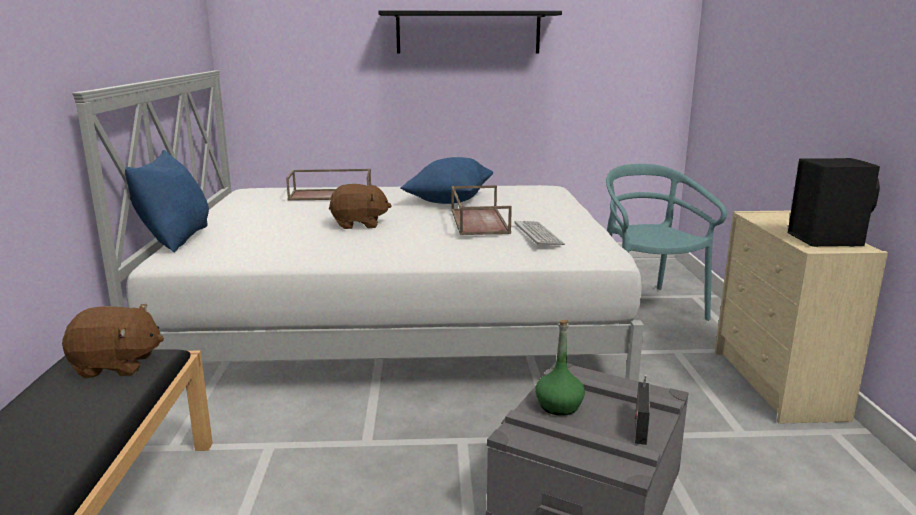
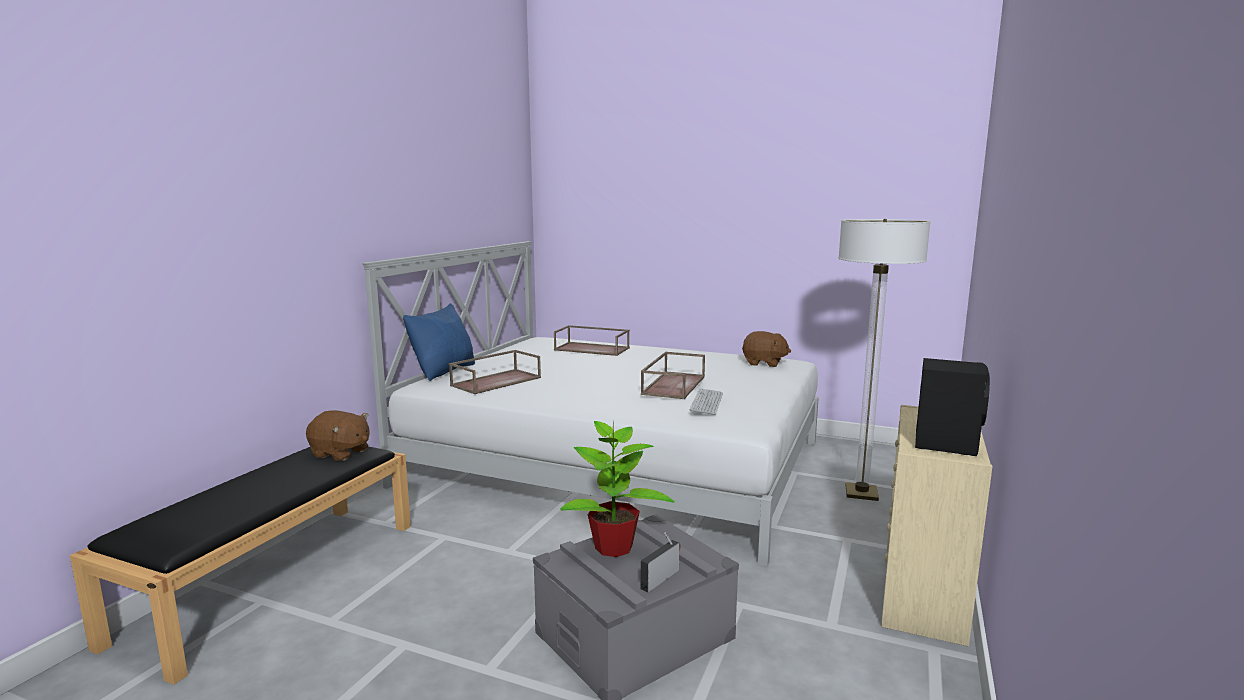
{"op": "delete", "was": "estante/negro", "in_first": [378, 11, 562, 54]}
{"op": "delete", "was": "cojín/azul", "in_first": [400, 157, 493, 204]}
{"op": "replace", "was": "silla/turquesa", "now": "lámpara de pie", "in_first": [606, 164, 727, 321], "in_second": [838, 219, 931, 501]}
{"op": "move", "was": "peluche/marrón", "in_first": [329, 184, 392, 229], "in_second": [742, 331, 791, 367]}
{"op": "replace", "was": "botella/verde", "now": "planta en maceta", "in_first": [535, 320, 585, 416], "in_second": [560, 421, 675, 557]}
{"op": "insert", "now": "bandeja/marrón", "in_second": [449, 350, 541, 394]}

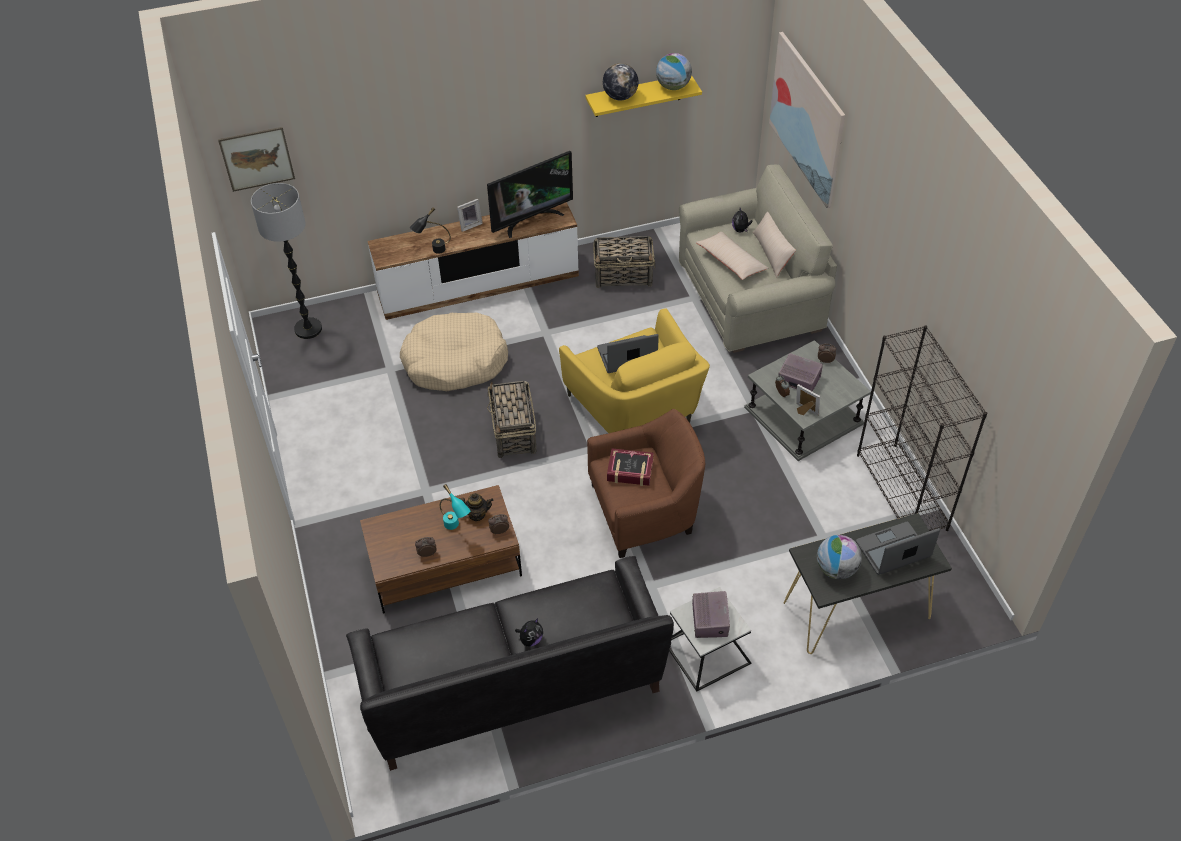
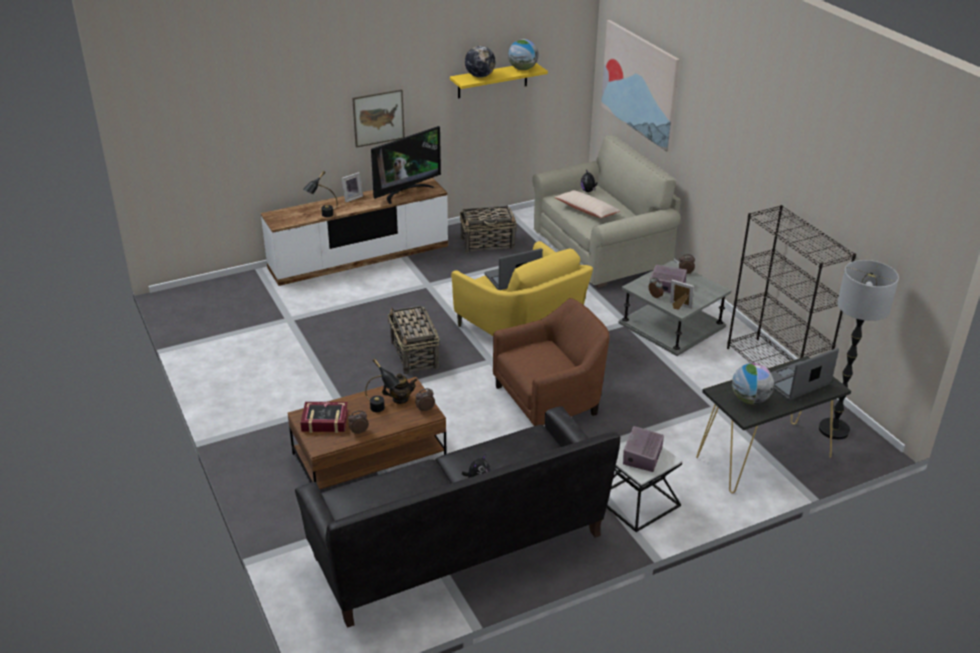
{"op": "move", "was": "cuadro", "in_first": [218, 127, 295, 192], "in_second": [352, 89, 405, 148]}
{"op": "move", "was": "lámpara de pie", "in_first": [251, 183, 322, 339], "in_second": [819, 260, 899, 440]}
{"op": "delete", "was": "cojín/beis", "in_first": [753, 212, 796, 278]}
{"op": "delete", "was": "cama para perro/beis", "in_first": [400, 313, 508, 391]}
{"op": "move", "was": "libro", "in_first": [607, 448, 654, 486], "in_second": [301, 402, 348, 433]}
{"op": "recolor", "was": "lámpara de mesa/turquesa", "now": "lámpara de mesa/negro", "in_first": [440, 484, 470, 530], "in_second": [365, 358, 400, 412]}
{"op": "rotate", "was": "radio", "in_first": [692, 591, 730, 638], "in_second": [623, 426, 664, 472], "clockwise": -150}

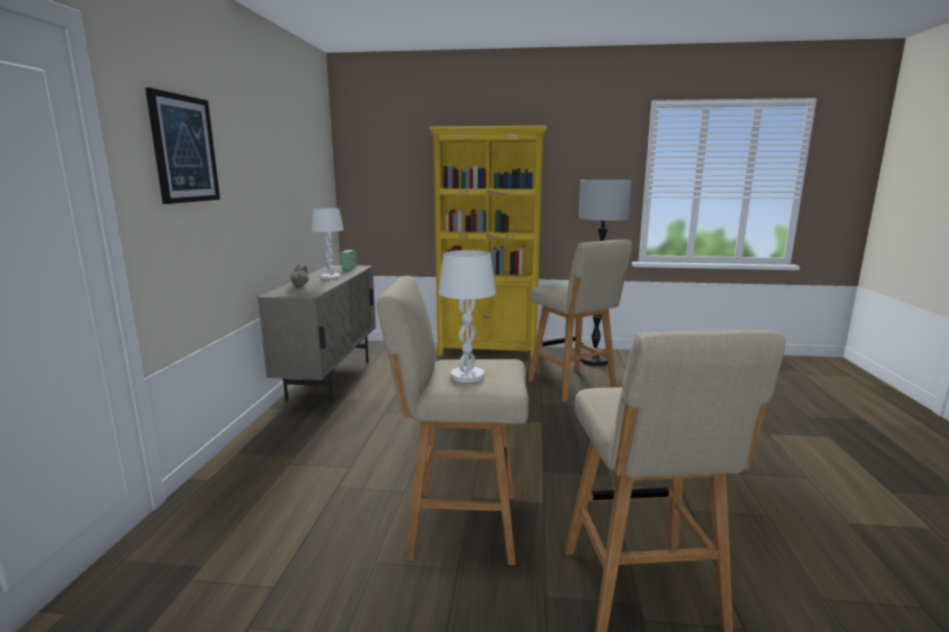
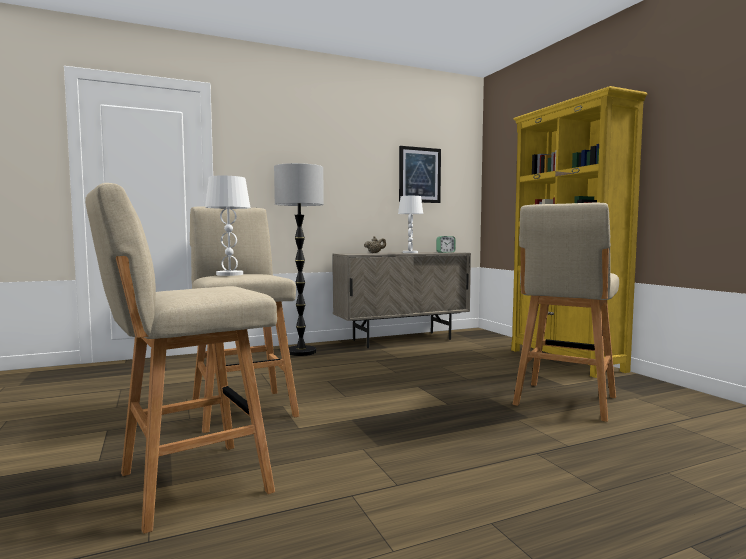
{"op": "move", "was": "cuadro", "in_first": [145, 88, 220, 204], "in_second": [399, 146, 441, 203]}
{"op": "move", "was": "lámpara de pie", "in_first": [579, 180, 632, 366], "in_second": [274, 163, 324, 356]}

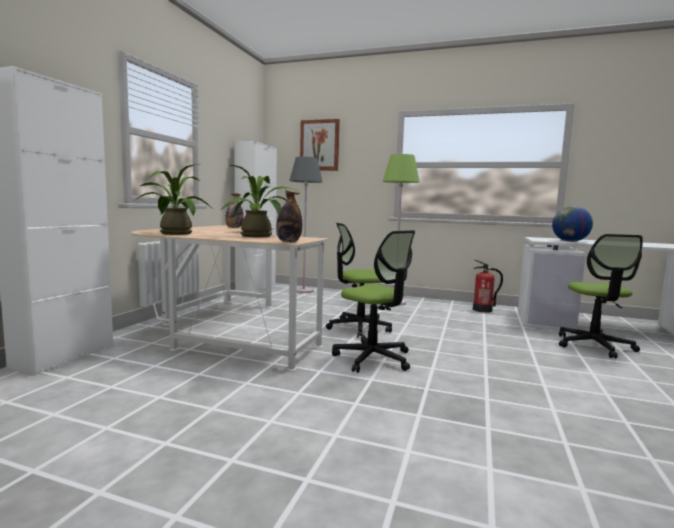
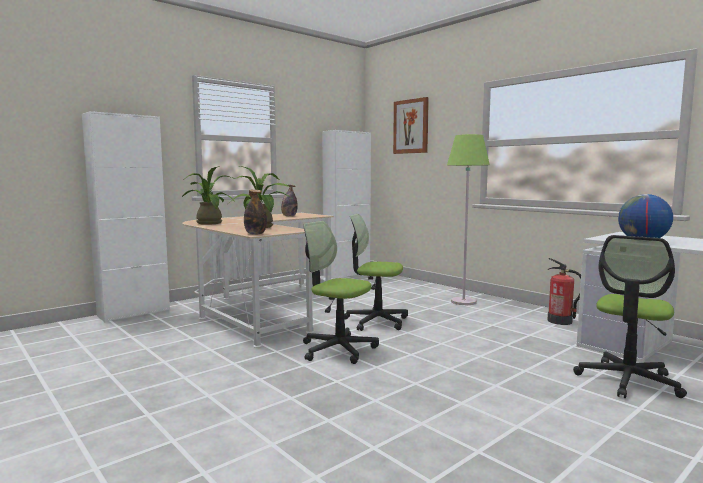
{"op": "delete", "was": "lámpara de pie/gris", "in_first": [289, 157, 322, 293]}
{"op": "rotate", "was": "silla de oficina", "in_first": [332, 230, 415, 373], "in_second": [303, 221, 379, 364], "clockwise": 135}

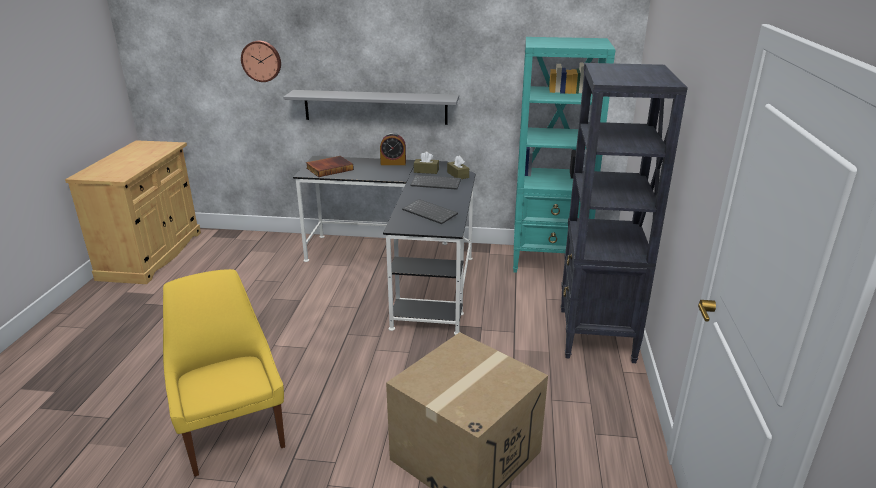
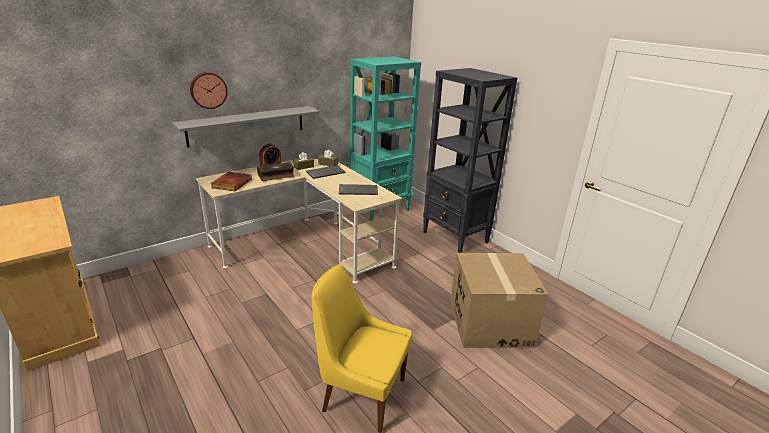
{"op": "move", "was": "reloj de pared", "in_first": [241, 41, 281, 82], "in_second": [190, 72, 228, 109]}
{"op": "recolor", "was": "escritorio/negro", "now": "escritorio/beis", "in_first": [293, 156, 476, 335], "in_second": [196, 159, 402, 284]}
{"op": "insert", "now": "libro", "in_second": [257, 162, 295, 181]}

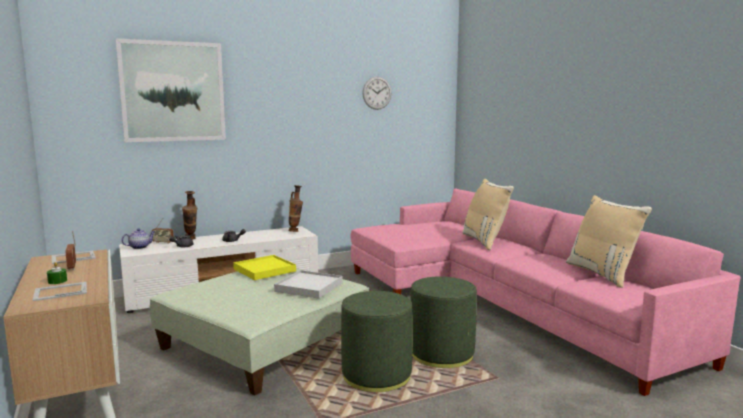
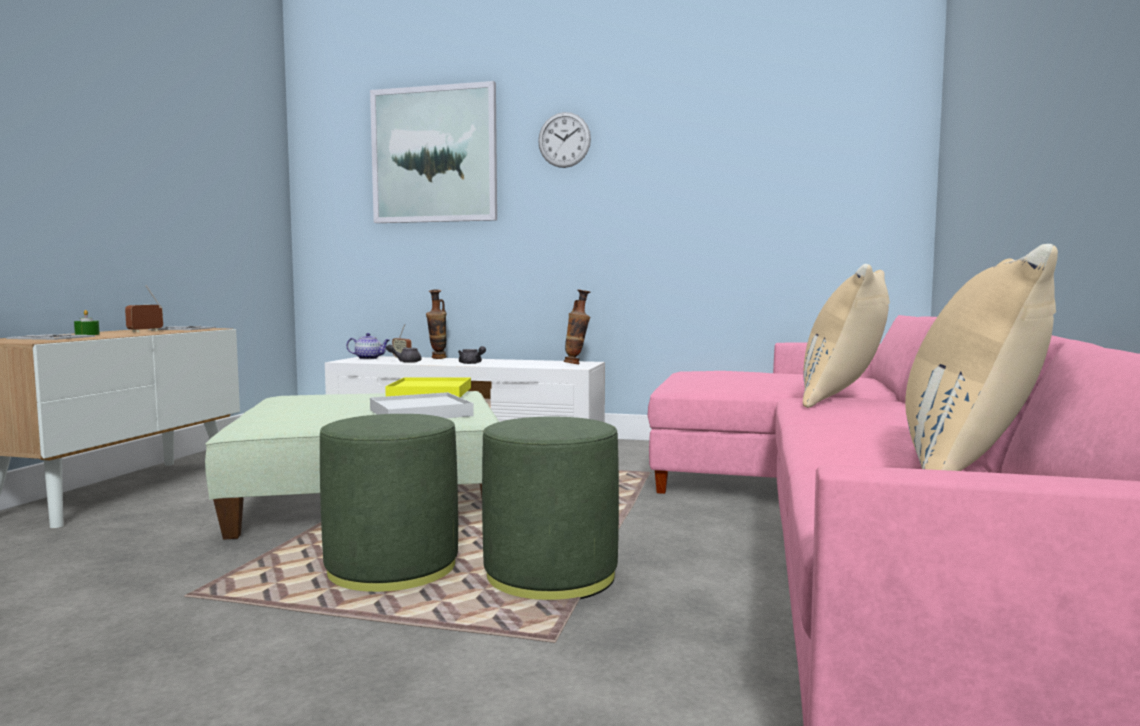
{"op": "move", "was": "reloj de pared", "in_first": [363, 77, 392, 110], "in_second": [538, 112, 591, 168]}

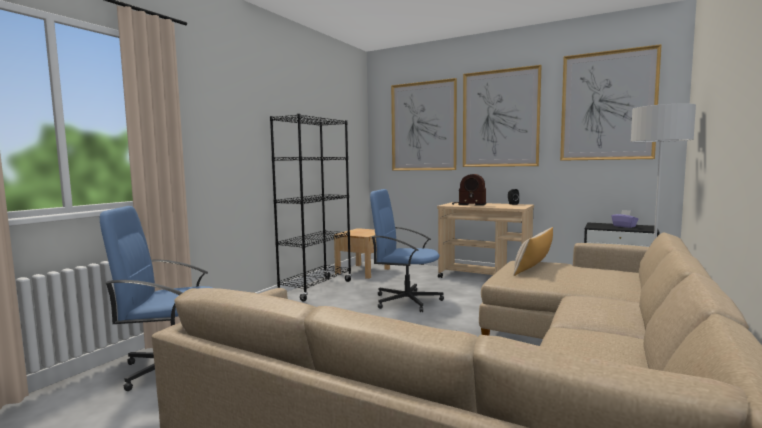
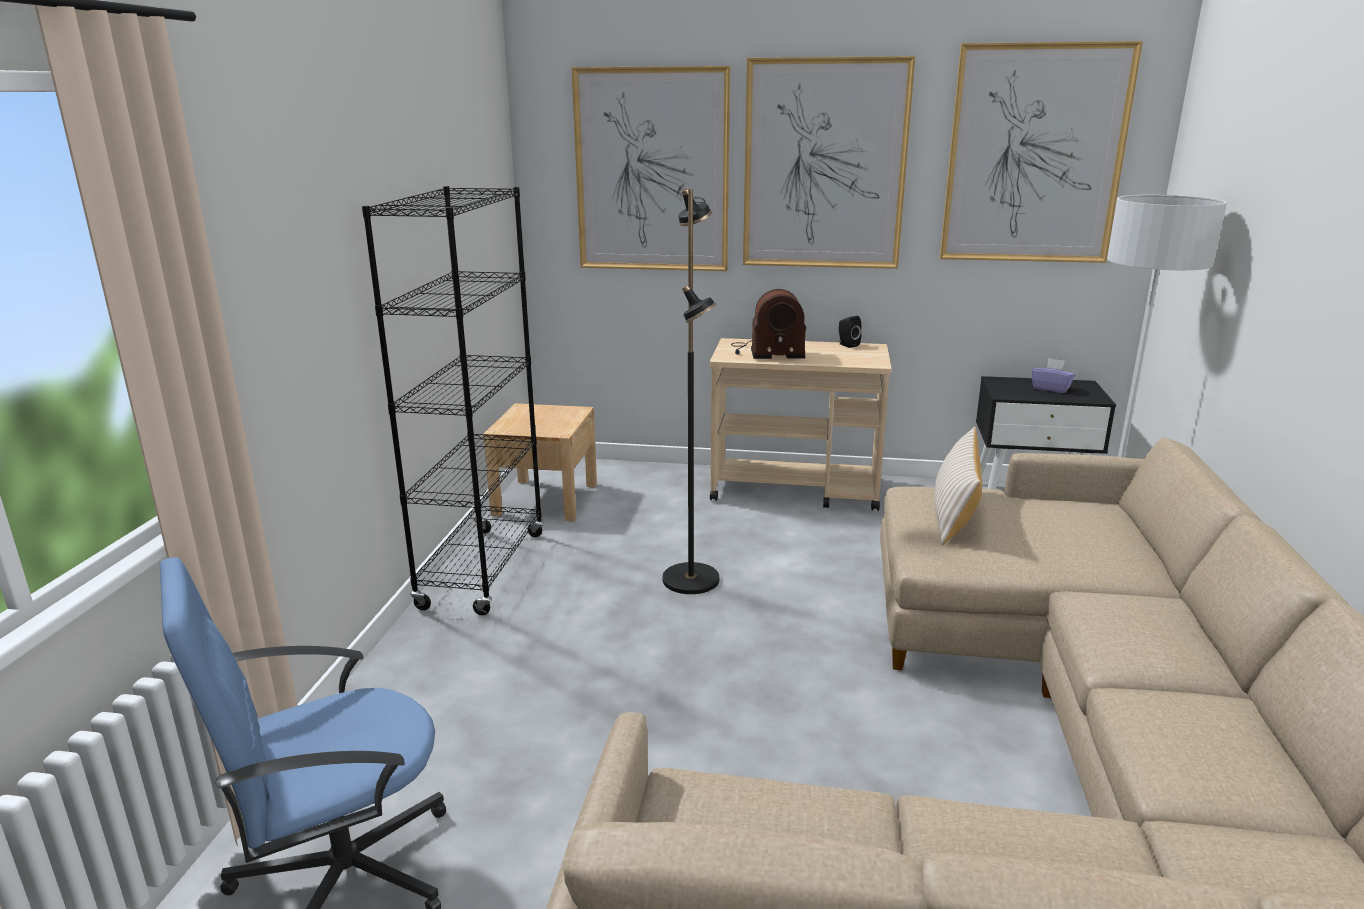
{"op": "replace", "was": "silla de oficina/azul", "now": "lámpara de pie/negro", "in_first": [370, 189, 444, 312], "in_second": [663, 188, 719, 594]}

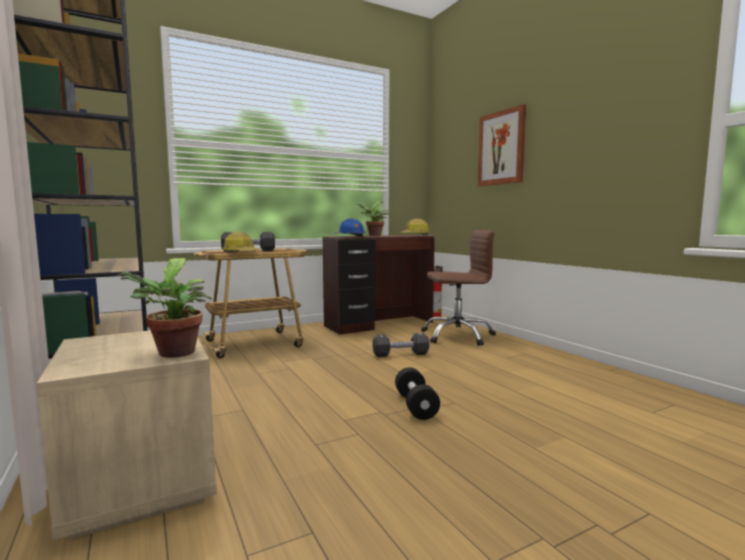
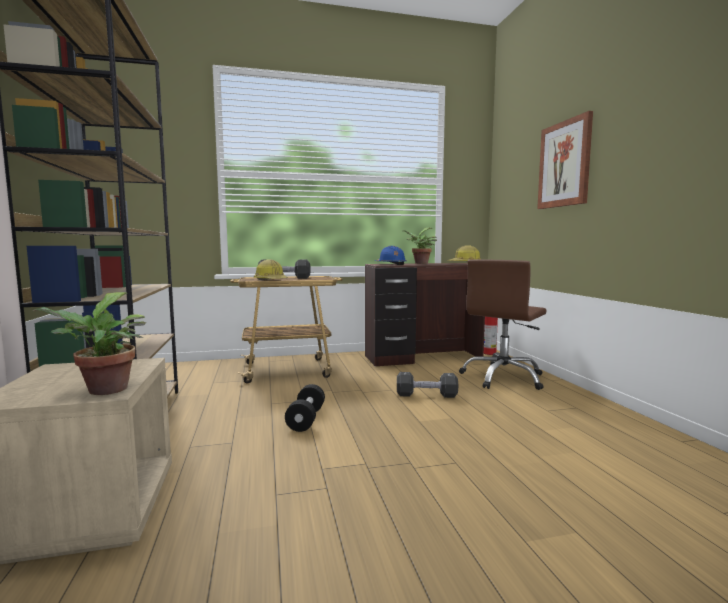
{"op": "rotate", "was": "silla de oficina/marrón", "in_first": [421, 230, 496, 346], "in_second": [459, 259, 547, 390], "clockwise": 120}
{"op": "move", "was": "mancuerna/negro", "in_first": [395, 367, 440, 420], "in_second": [285, 384, 325, 432]}

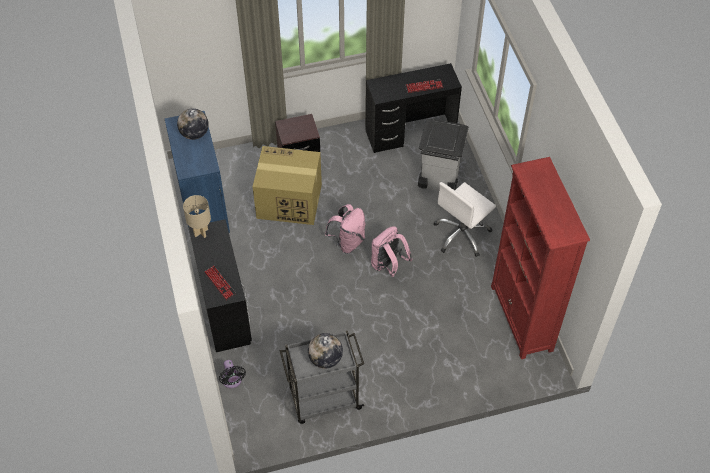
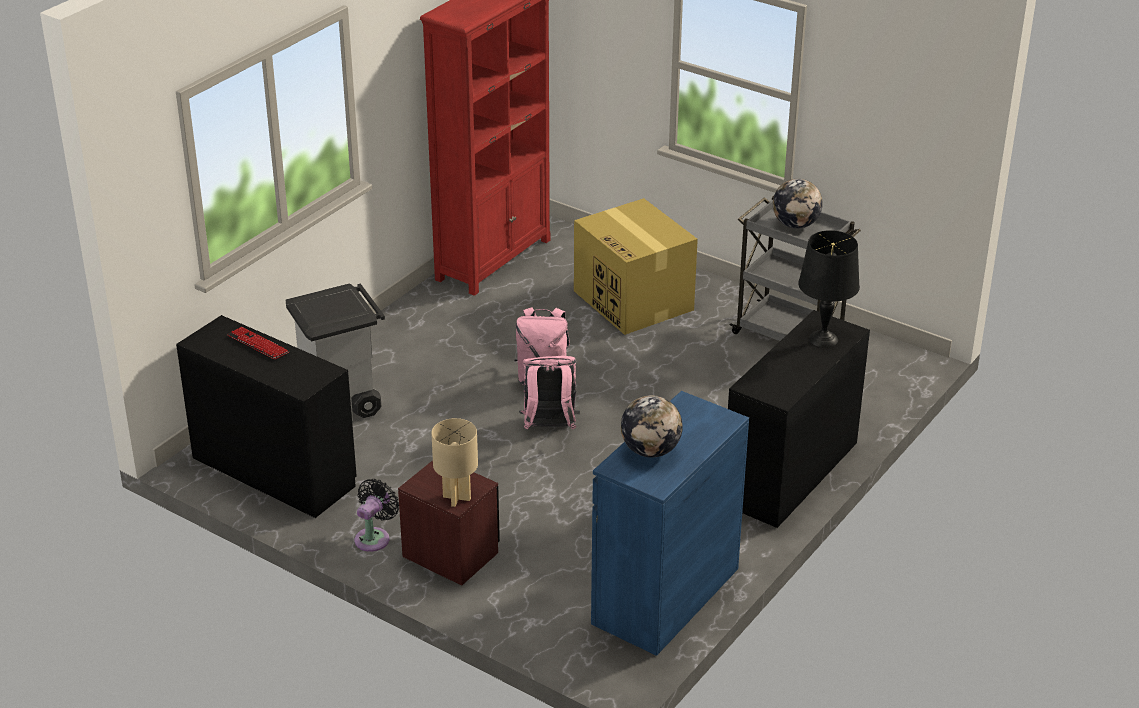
{"op": "move", "was": "caja de cartón", "in_first": [253, 146, 322, 225], "in_second": [574, 198, 698, 335]}
{"op": "delete", "was": "silla de oficina/blanco", "in_first": [434, 182, 496, 257]}
{"op": "move", "was": "lámpara de mesa/beis", "in_first": [183, 195, 211, 238], "in_second": [431, 418, 478, 507]}
{"op": "replace", "was": "teclado", "now": "lámpara de mesa/negro", "in_first": [204, 266, 236, 300], "in_second": [798, 230, 860, 348]}
{"op": "move", "was": "ventilador/negro", "in_first": [219, 360, 246, 388], "in_second": [355, 479, 399, 552]}

